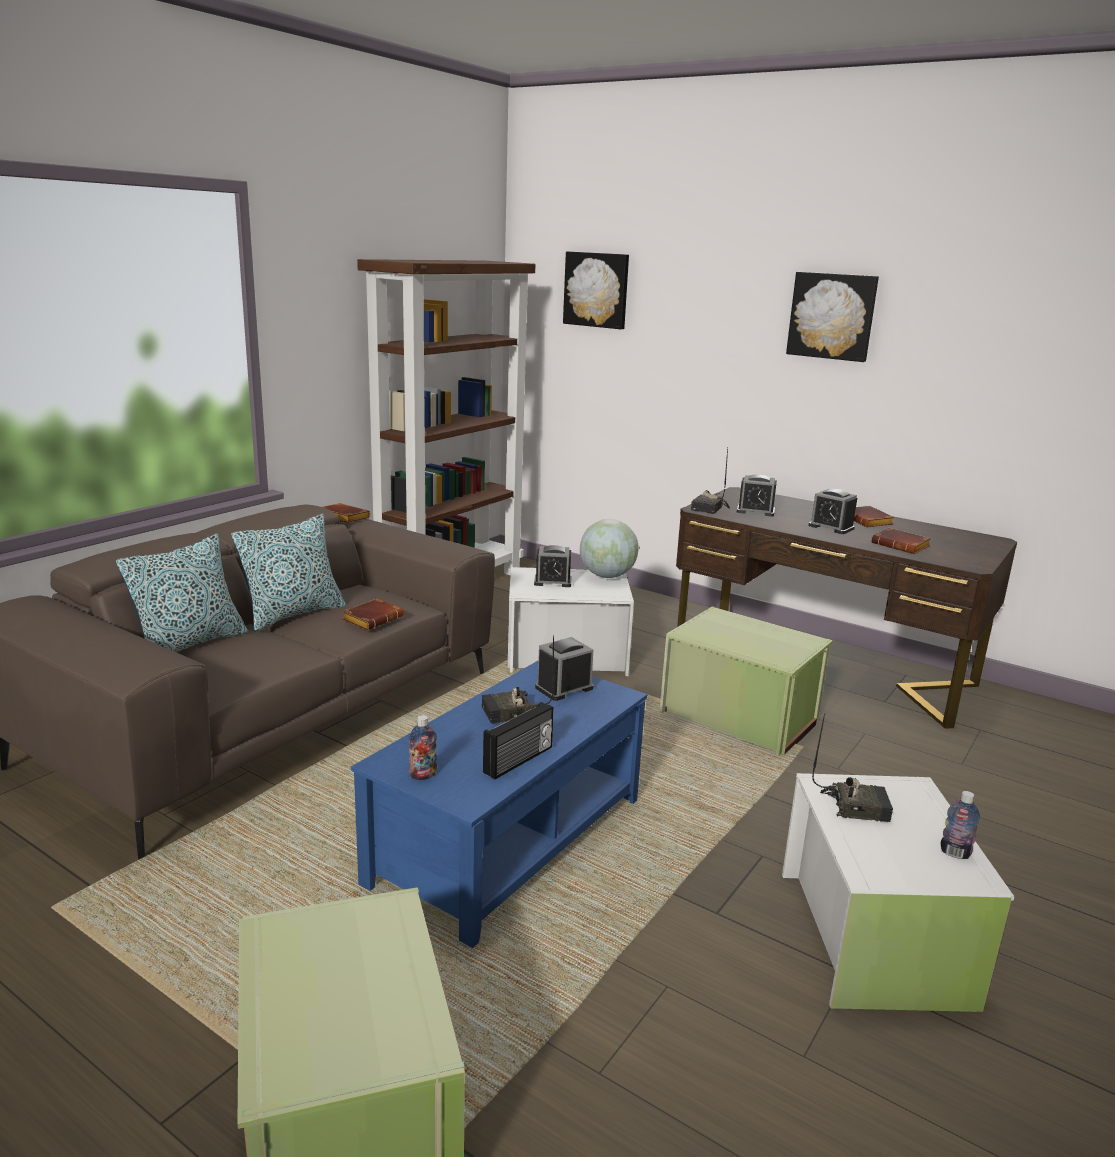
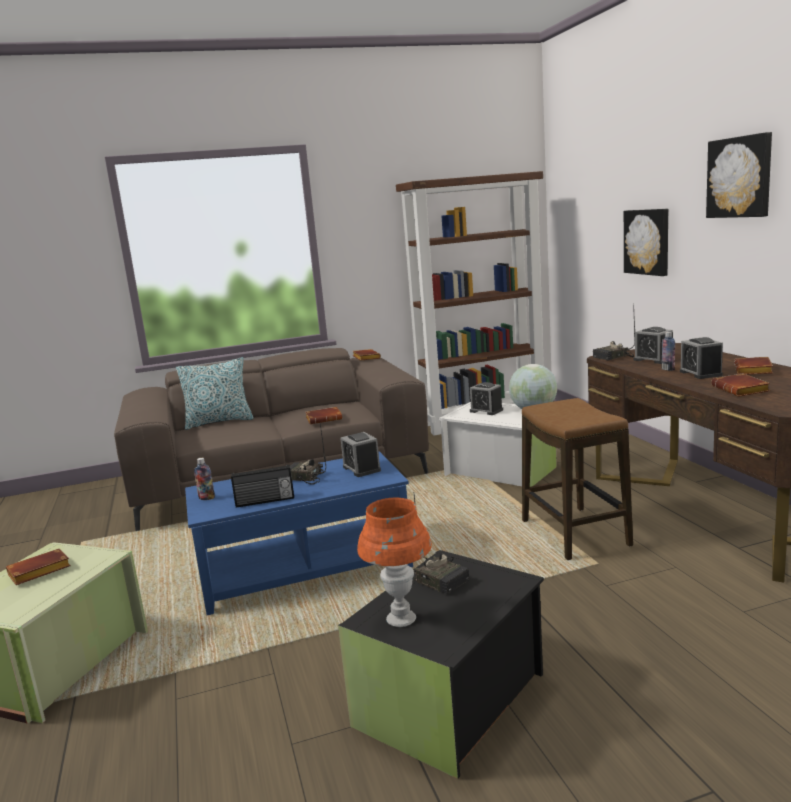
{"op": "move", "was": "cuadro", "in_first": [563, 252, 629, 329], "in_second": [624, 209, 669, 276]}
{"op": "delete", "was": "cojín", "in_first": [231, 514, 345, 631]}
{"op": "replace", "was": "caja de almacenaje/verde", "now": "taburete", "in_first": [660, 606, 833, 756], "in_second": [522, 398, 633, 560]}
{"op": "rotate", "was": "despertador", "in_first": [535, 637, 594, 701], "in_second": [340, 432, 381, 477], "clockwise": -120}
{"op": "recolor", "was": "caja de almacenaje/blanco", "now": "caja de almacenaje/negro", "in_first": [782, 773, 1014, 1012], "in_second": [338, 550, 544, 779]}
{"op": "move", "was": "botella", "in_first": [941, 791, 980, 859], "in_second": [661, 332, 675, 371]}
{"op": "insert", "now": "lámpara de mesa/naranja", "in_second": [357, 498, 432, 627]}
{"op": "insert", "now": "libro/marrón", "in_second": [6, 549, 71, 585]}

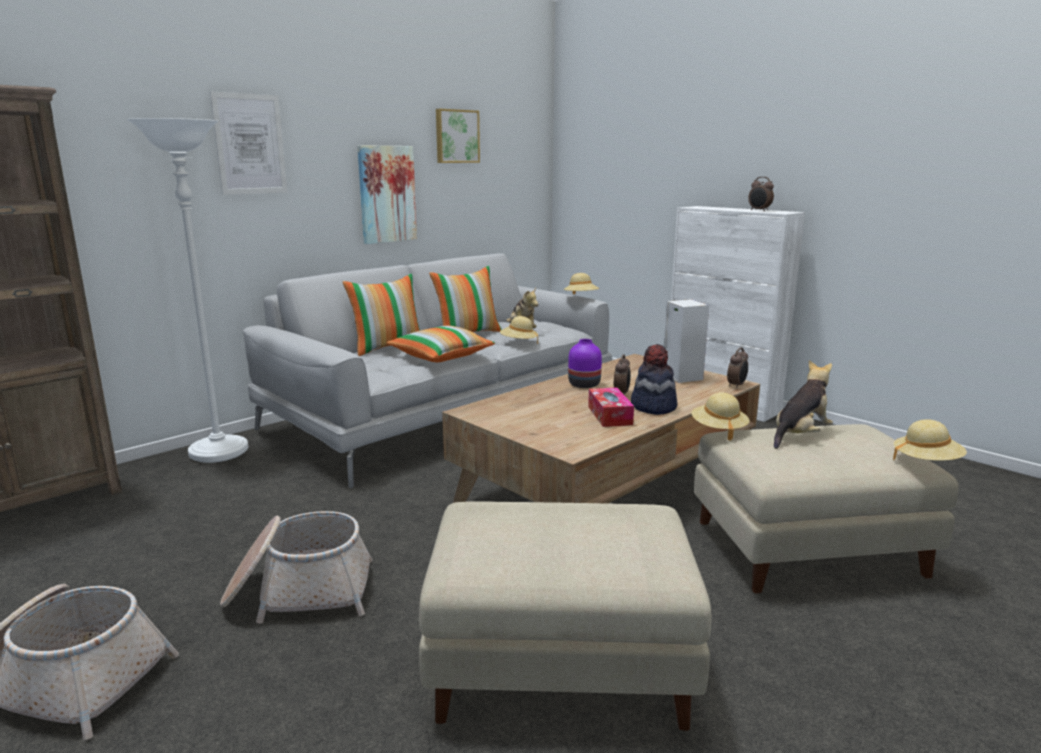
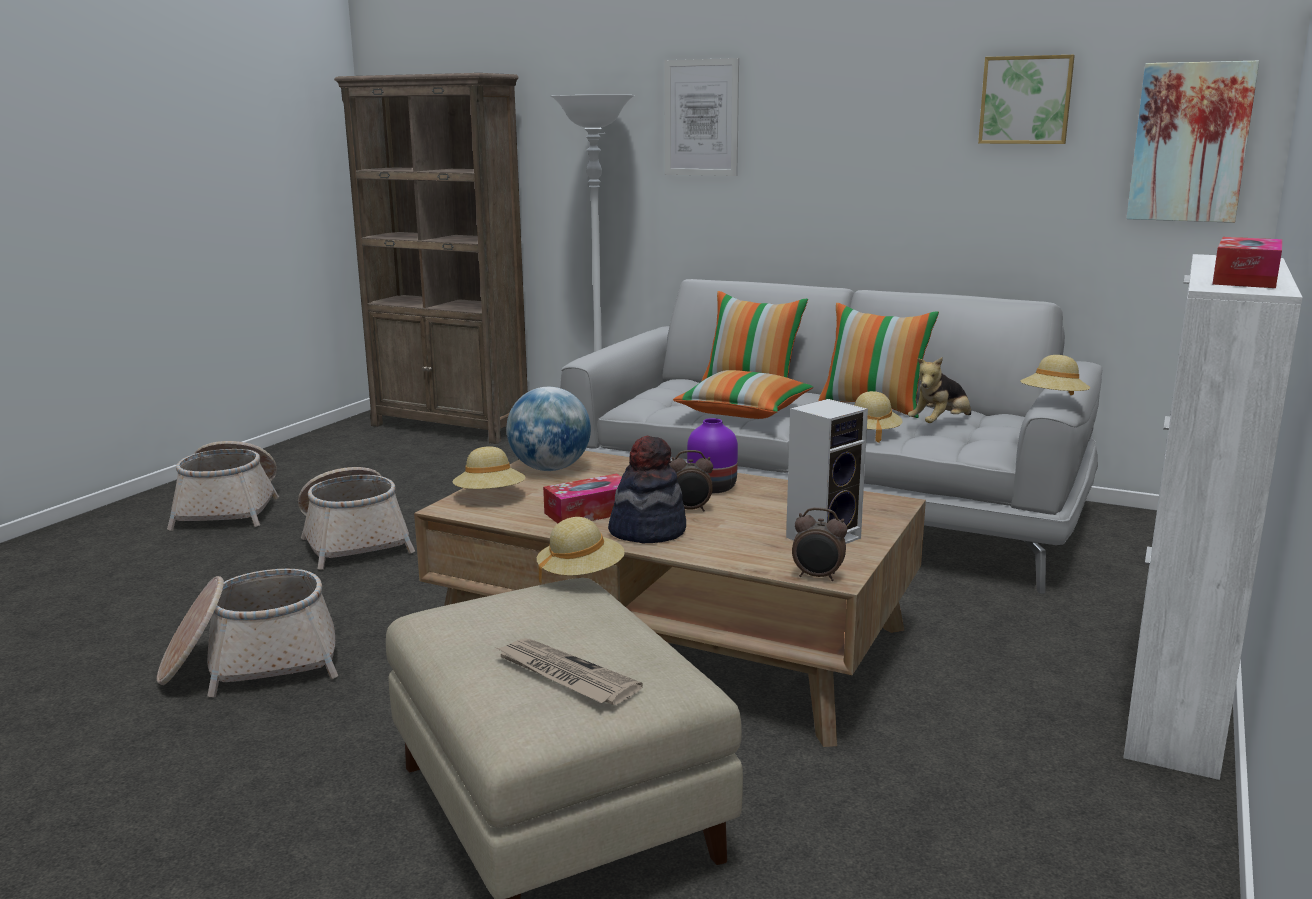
{"op": "move", "was": "cuadro", "in_first": [357, 145, 417, 244], "in_second": [1127, 61, 1259, 223]}
{"op": "replace", "was": "despertador", "now": "caja de pañuelos", "in_first": [748, 177, 774, 211], "in_second": [1212, 237, 1282, 288]}
{"op": "delete", "was": "peluche", "in_first": [774, 360, 833, 449]}
{"op": "move", "was": "sombrero/beis", "in_first": [893, 419, 967, 461], "in_second": [453, 446, 525, 489]}
{"op": "replace", "was": "puf/beis", "now": "cesta", "in_first": [419, 501, 711, 731], "in_second": [157, 569, 338, 697]}
{"op": "insert", "now": "globo terráqueo", "in_second": [506, 387, 591, 471]}
{"op": "insert", "now": "periódico", "in_second": [497, 638, 643, 705]}

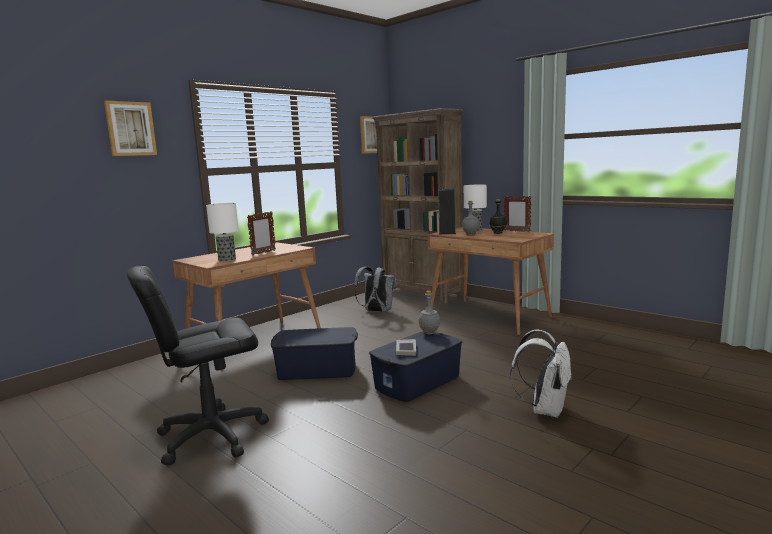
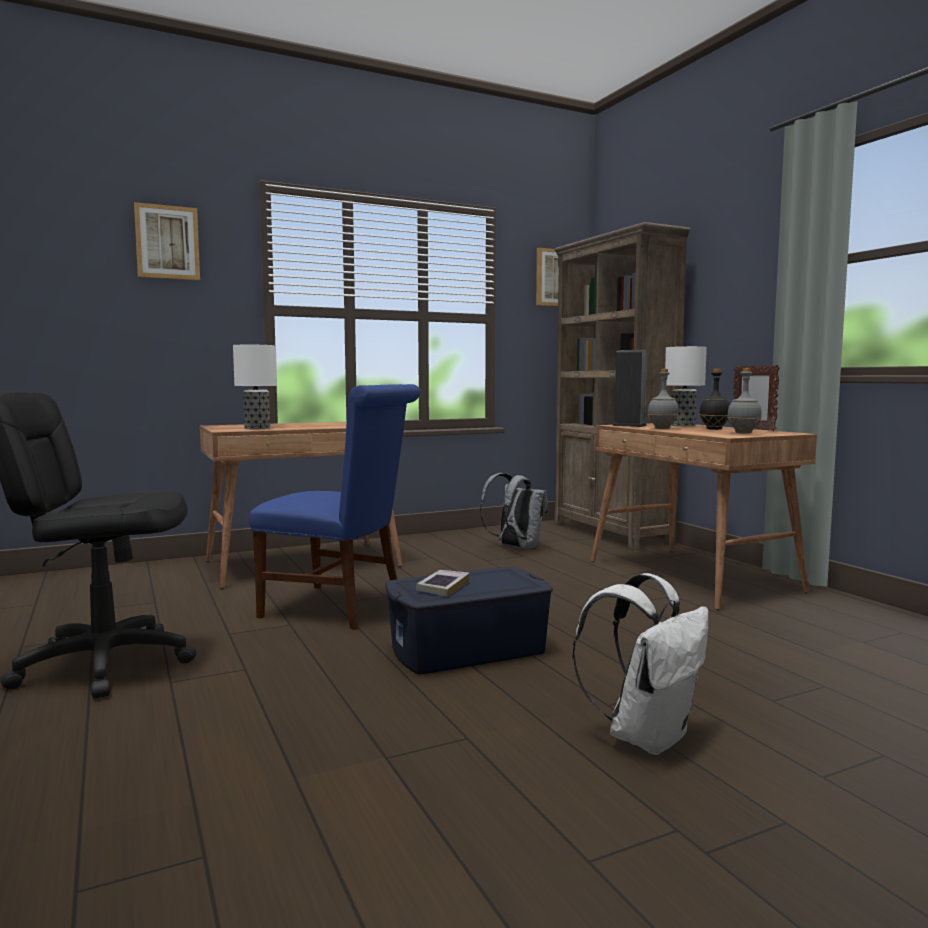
{"op": "delete", "was": "portarretratos", "in_first": [247, 211, 276, 255]}
{"op": "move", "was": "botella/gris", "in_first": [419, 291, 440, 334], "in_second": [727, 368, 762, 433]}
{"op": "replace", "was": "caja de almacenaje/azul", "now": "silla/azul", "in_first": [271, 327, 358, 380], "in_second": [249, 384, 421, 630]}

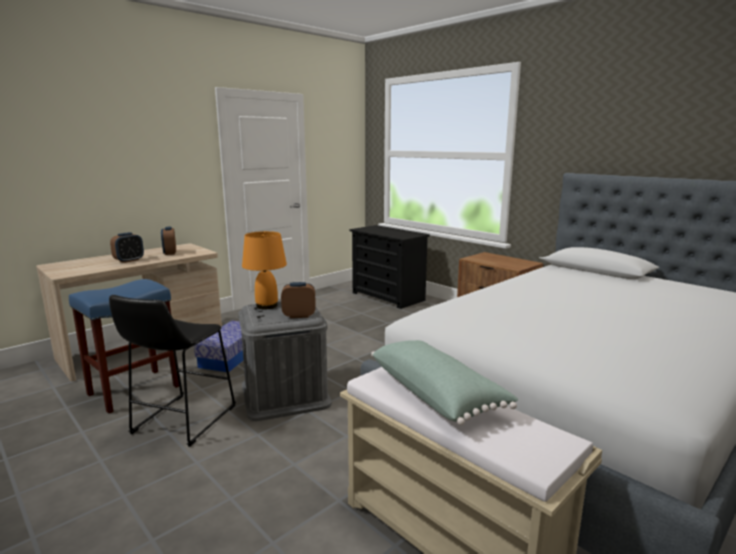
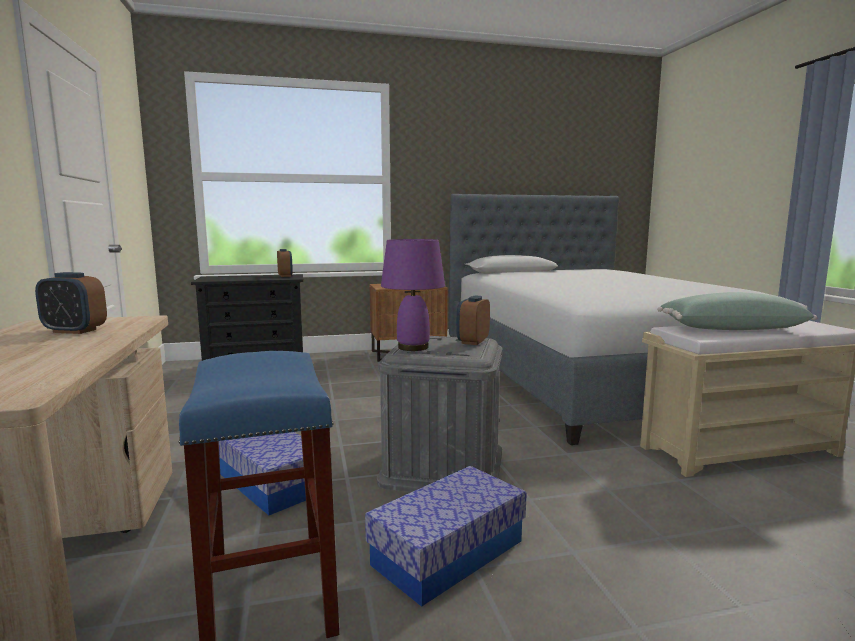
{"op": "recolor", "was": "lámpara de mesa/naranja", "now": "lámpara de mesa/morado", "in_first": [242, 231, 287, 309], "in_second": [381, 239, 445, 351]}
{"op": "move", "was": "despertador", "in_first": [110, 232, 144, 263], "in_second": [277, 249, 293, 277]}
{"op": "replace", "was": "taburete/negro", "now": "caja de almacenaje", "in_first": [109, 295, 236, 447], "in_second": [365, 466, 527, 607]}

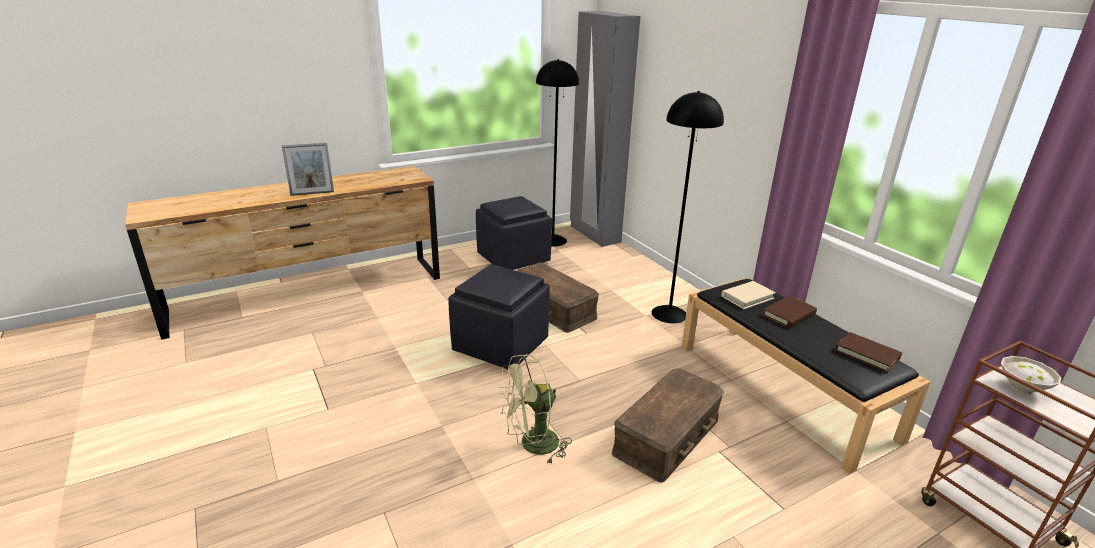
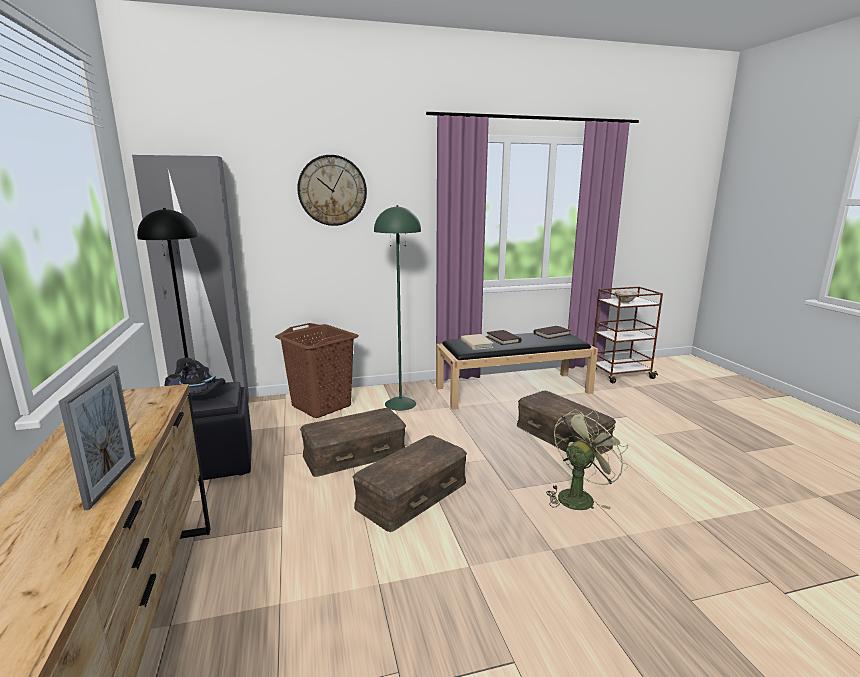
{"op": "recolor", "was": "lámpara de pie/negro", "now": "lámpara de pie/verde", "in_first": [652, 91, 724, 323], "in_second": [374, 205, 421, 411]}
{"op": "replace", "was": "puf/negro", "now": "caja de almacenaje/marrón", "in_first": [448, 264, 550, 369], "in_second": [353, 435, 467, 532]}
{"op": "rotate", "was": "ventilador/verde", "in_first": [498, 354, 572, 465], "in_second": [546, 409, 628, 510], "clockwise": -120}
{"op": "insert", "now": "reloj de pared", "in_second": [297, 155, 367, 226]}
{"op": "insert", "now": "cesto de la ropa/marrón", "in_second": [275, 323, 359, 418]}
{"op": "insert", "now": "sombrero/negro", "in_second": [165, 358, 226, 396]}

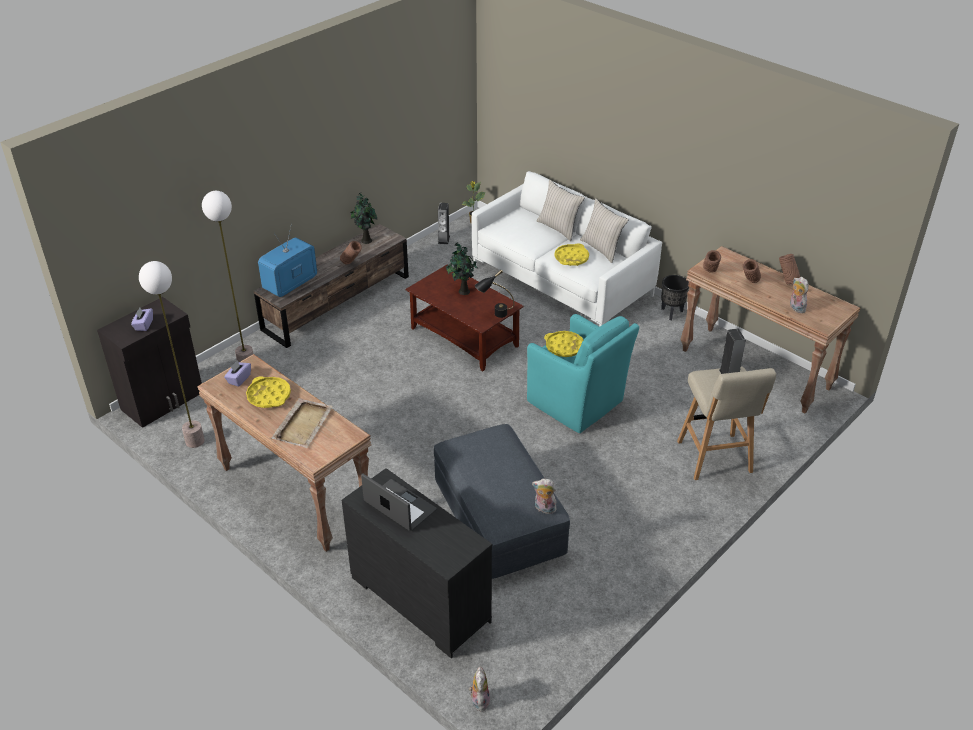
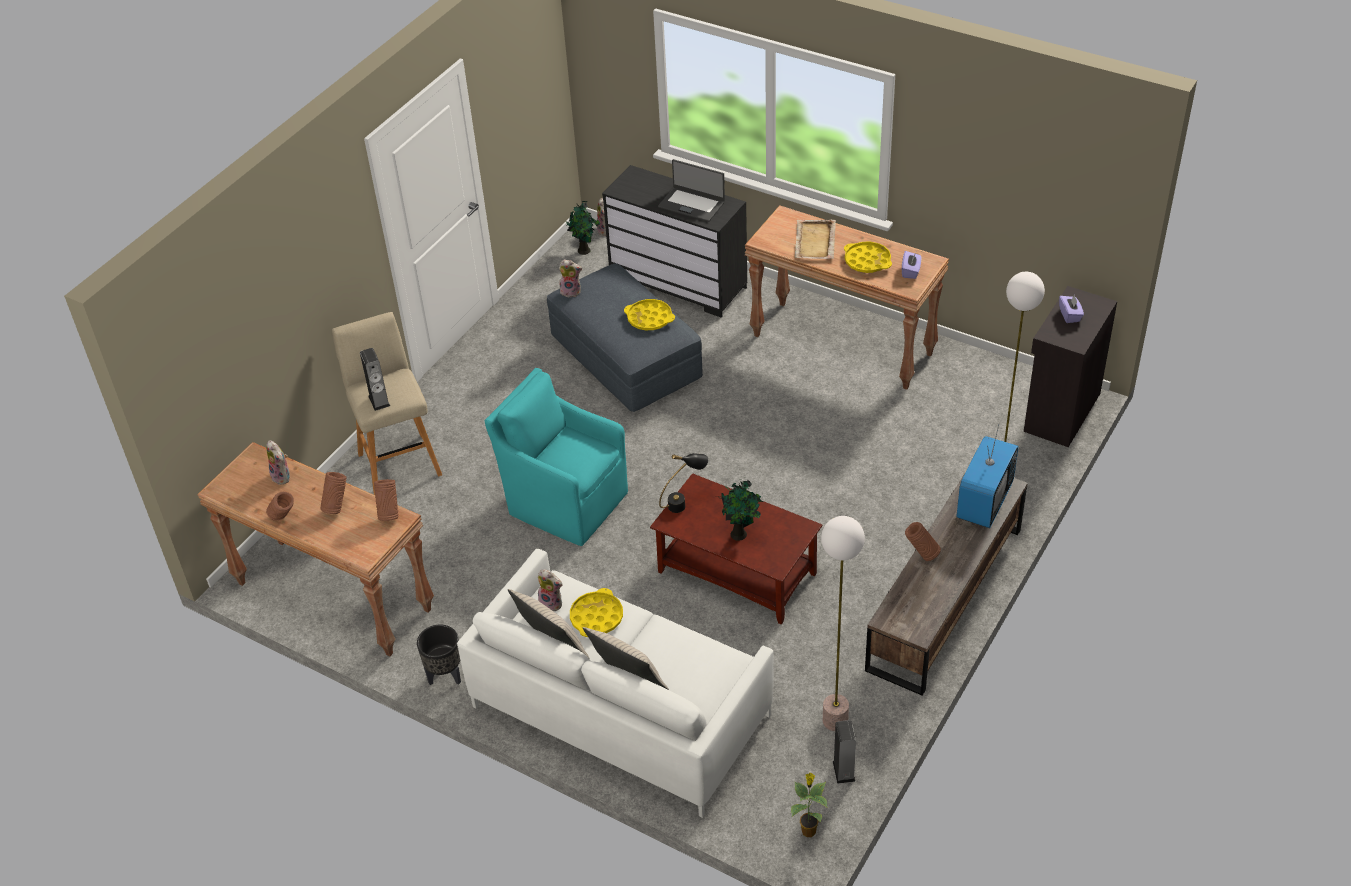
{"op": "move", "was": "planta en maceta", "in_first": [350, 193, 378, 244], "in_second": [566, 201, 601, 255]}
{"op": "move", "was": "lámpara de pie", "in_first": [139, 261, 205, 448], "in_second": [821, 516, 865, 731]}
{"op": "move", "was": "bandeja/amarillo", "in_first": [544, 331, 583, 357], "in_second": [624, 299, 675, 330]}
{"op": "insert", "now": "peluche", "in_second": [538, 569, 563, 612]}

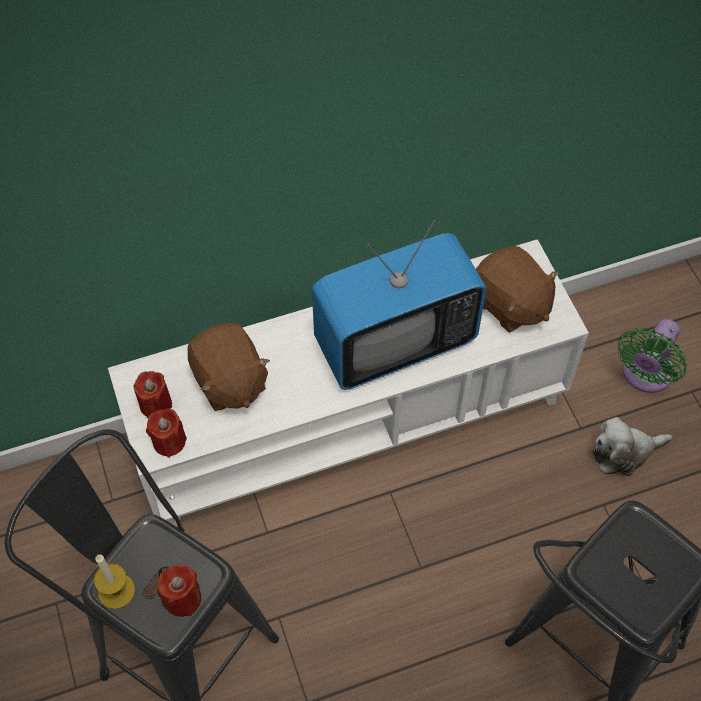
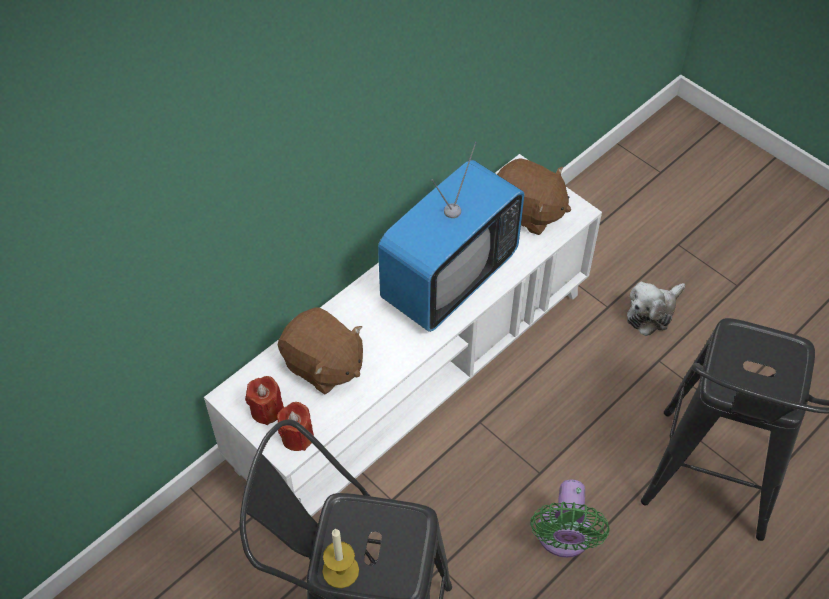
{"op": "move", "was": "ventilador/verde", "in_first": [617, 319, 687, 393], "in_second": [530, 480, 610, 558]}
{"op": "delete", "was": "vela/rojo", "in_first": [157, 564, 201, 617]}

